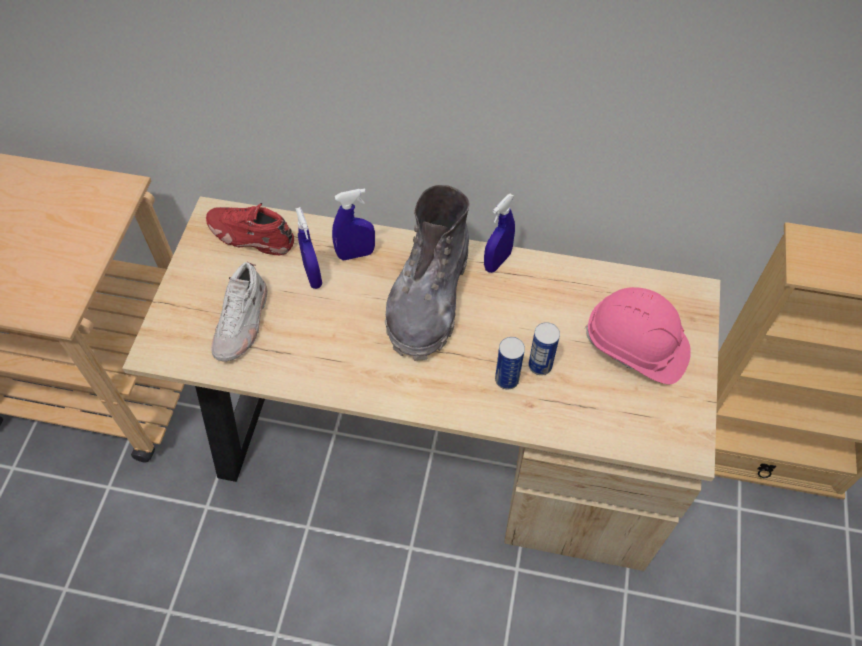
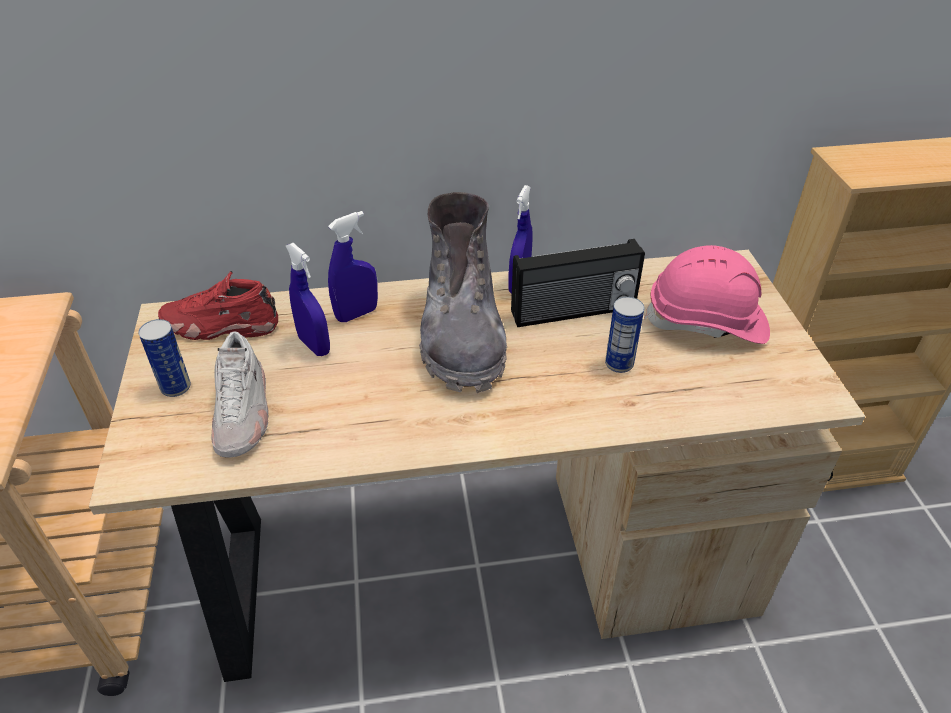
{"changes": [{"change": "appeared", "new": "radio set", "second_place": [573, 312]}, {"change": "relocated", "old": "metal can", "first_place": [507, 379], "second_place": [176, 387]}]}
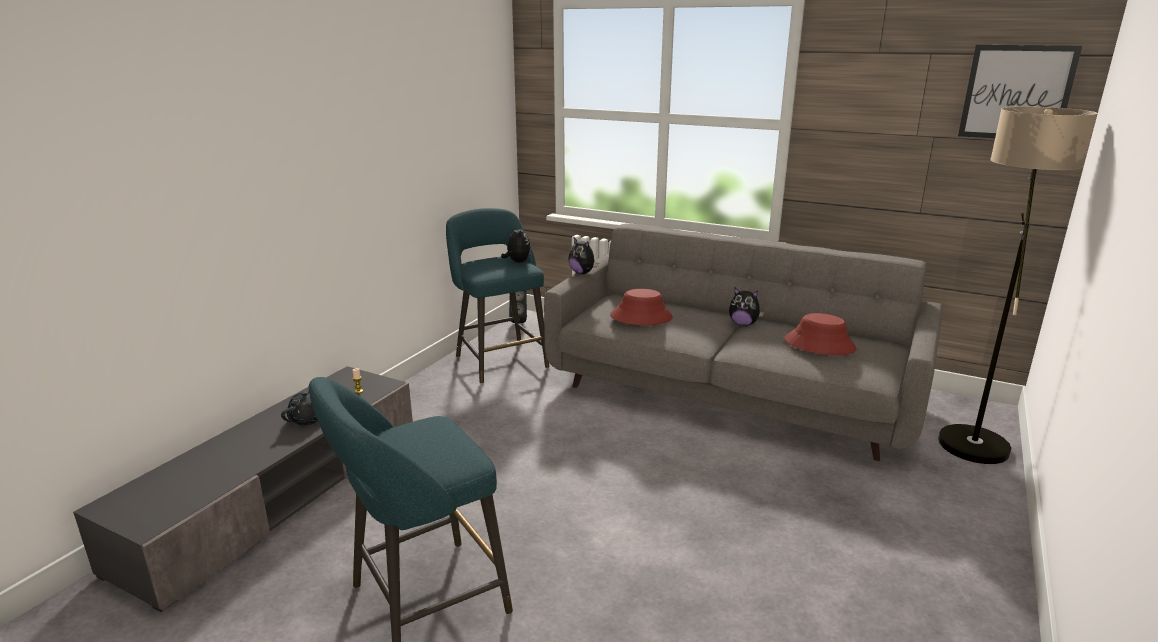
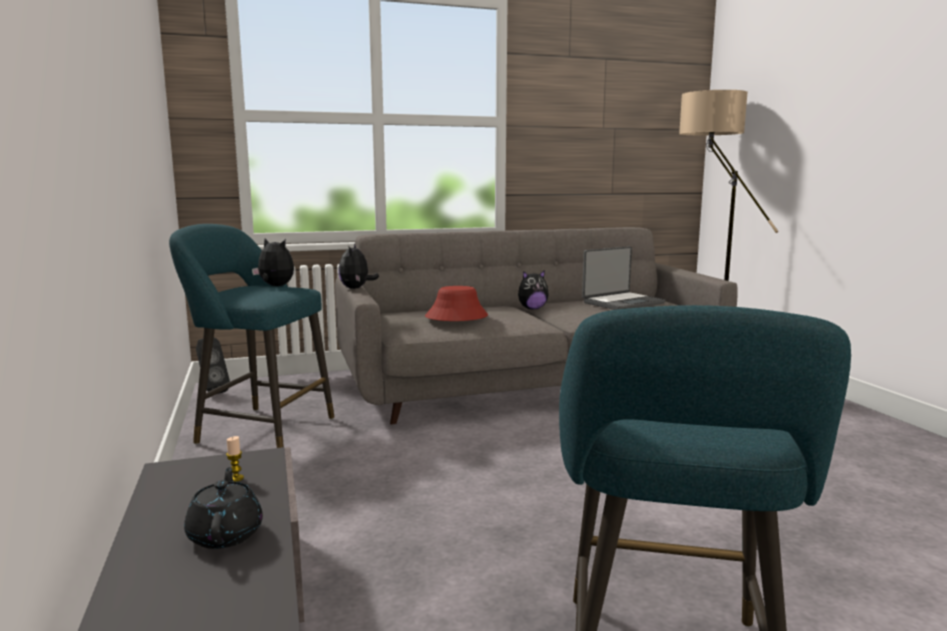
{"changes": [{"change": "missing", "old": "wall picture", "first_place": [1016, 93]}, {"change": "exchanged", "old": "red-coloured hat", "new": "notebook computer", "first_place": [819, 344], "second_place": [622, 303]}, {"change": "spun", "old": "soft toy", "first_place": [582, 273], "second_place": [356, 288], "degrees": 90}]}
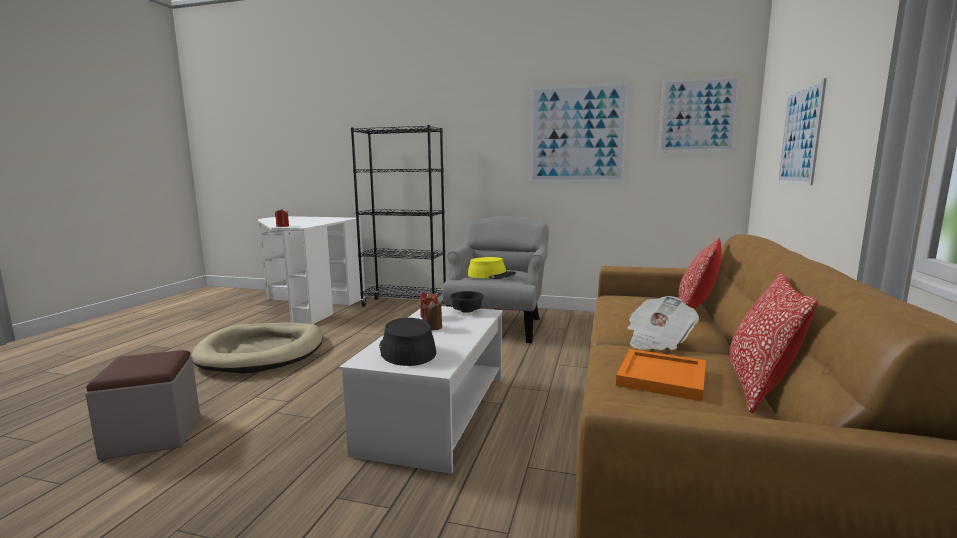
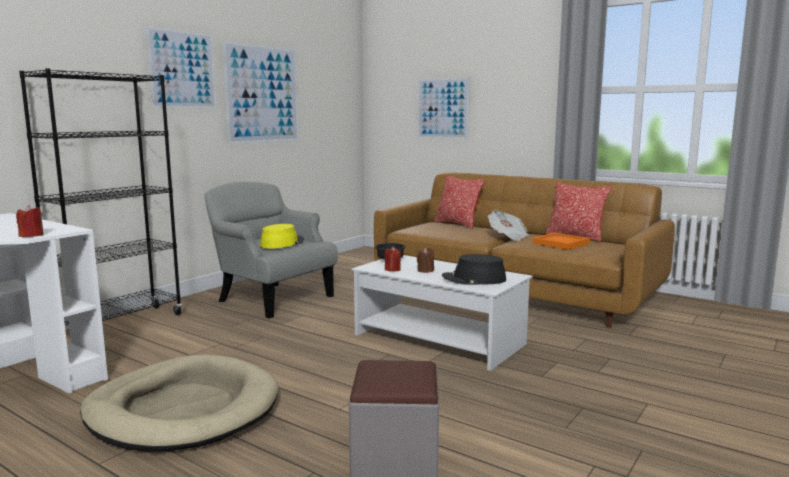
{"changes": [{"change": "relocated", "old": "wall picture", "first_place": [698, 115], "second_place": [182, 70]}]}
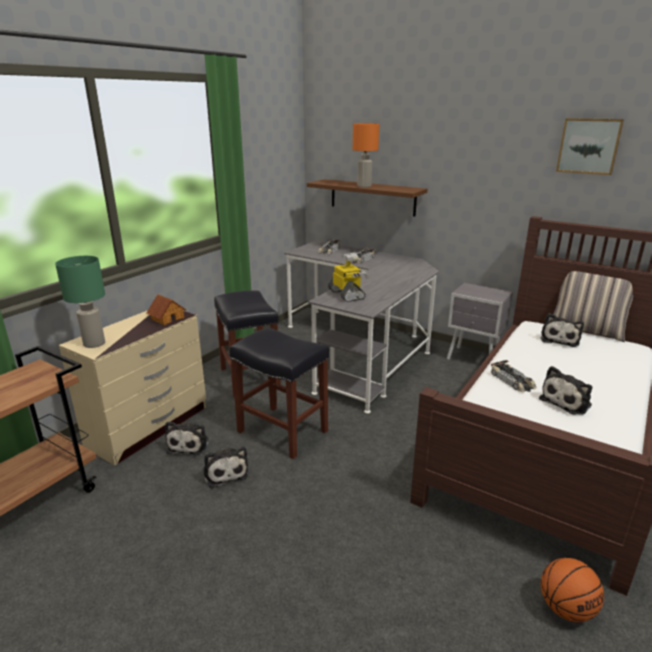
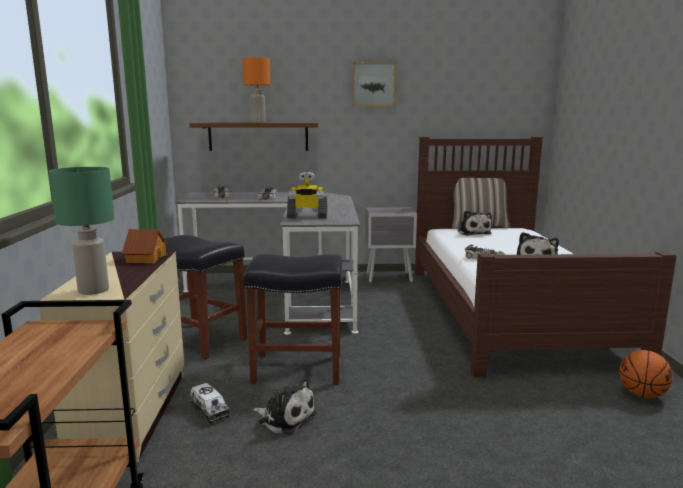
{"changes": [{"change": "relocated", "old": "wall picture", "first_place": [589, 146], "second_place": [373, 84]}, {"change": "exchanged", "old": "soft toy", "new": "toy truck", "first_place": [189, 444], "second_place": [209, 411]}, {"change": "spun", "old": "toy robot", "first_place": [347, 295], "second_place": [307, 216], "degrees": 150}]}
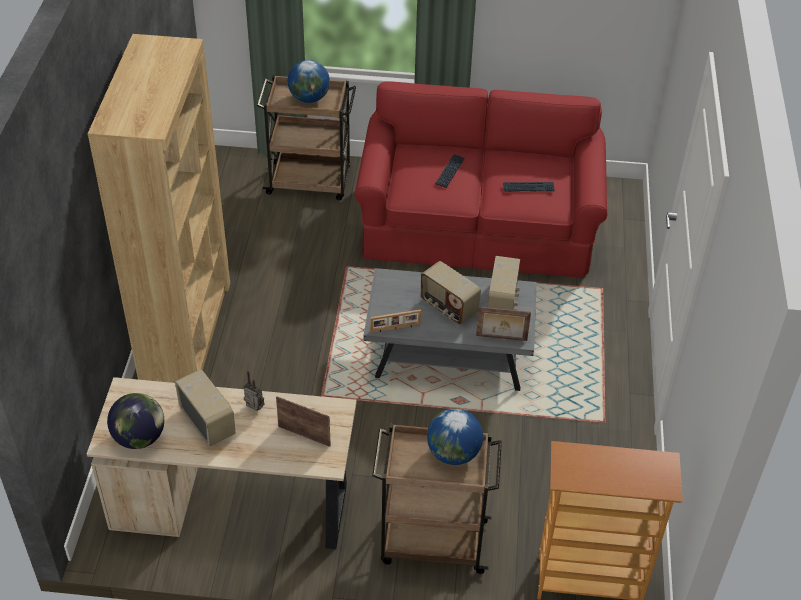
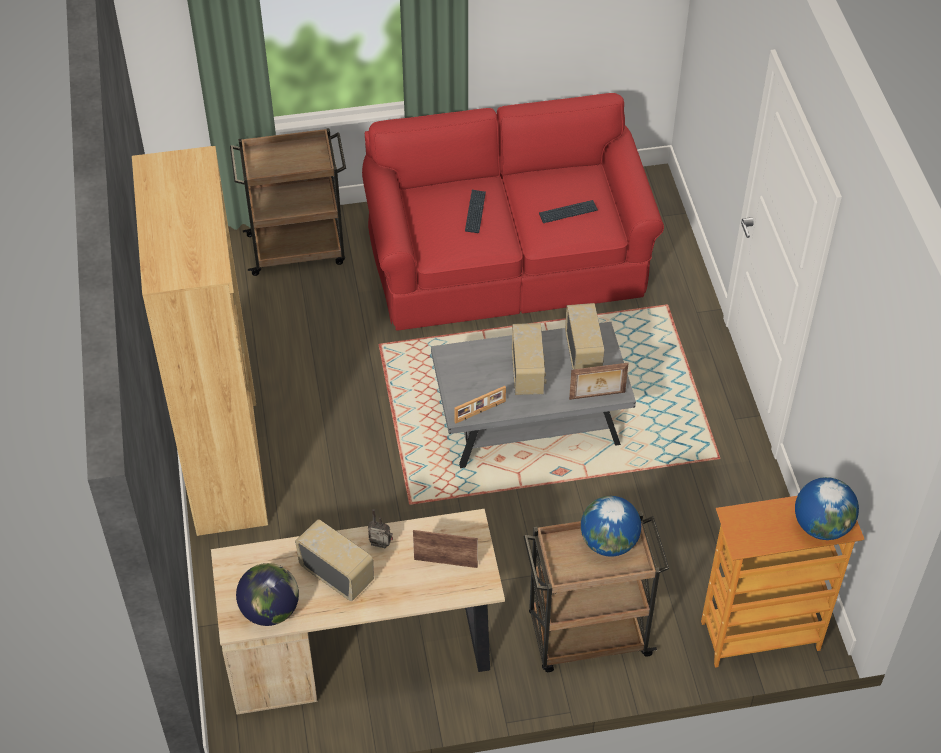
{"changes": [{"change": "relocated", "old": "globe", "first_place": [309, 98], "second_place": [821, 526]}, {"change": "spun", "old": "radio set", "first_place": [448, 307], "second_place": [528, 374], "degrees": -120}]}
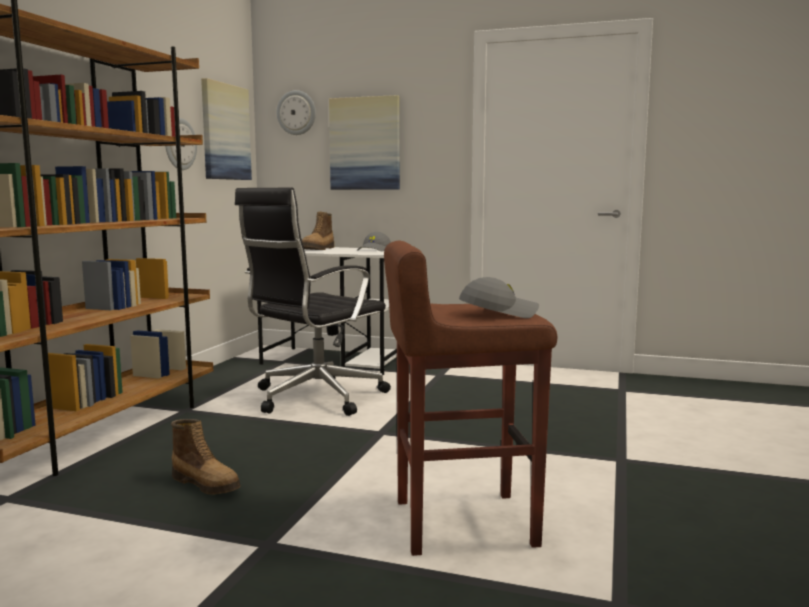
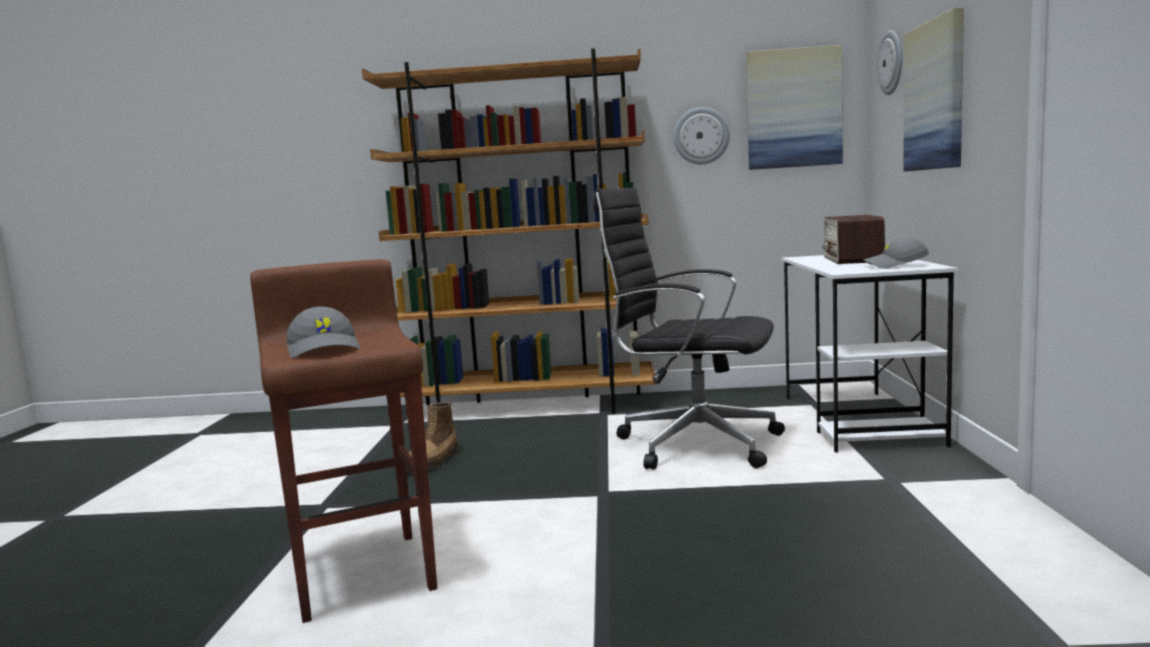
{"changes": [{"change": "exchanged", "old": "tall boot", "new": "radio set", "first_place": [319, 249], "second_place": [852, 259]}]}
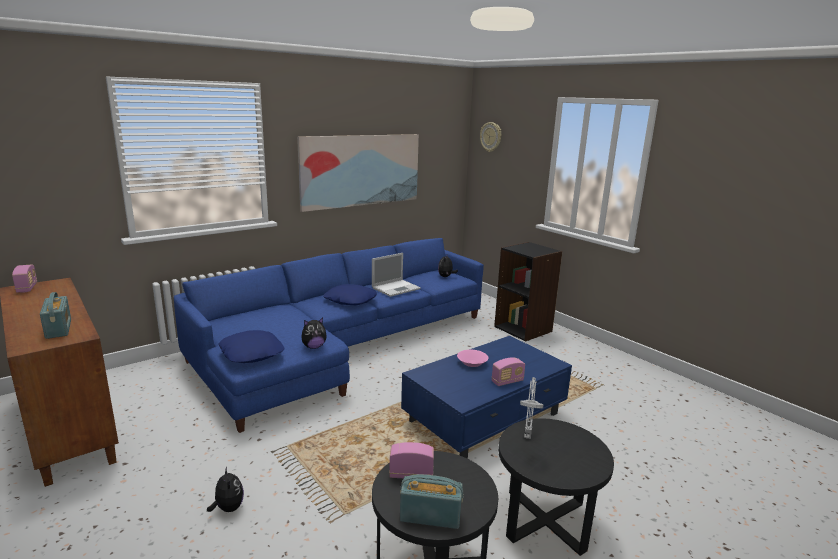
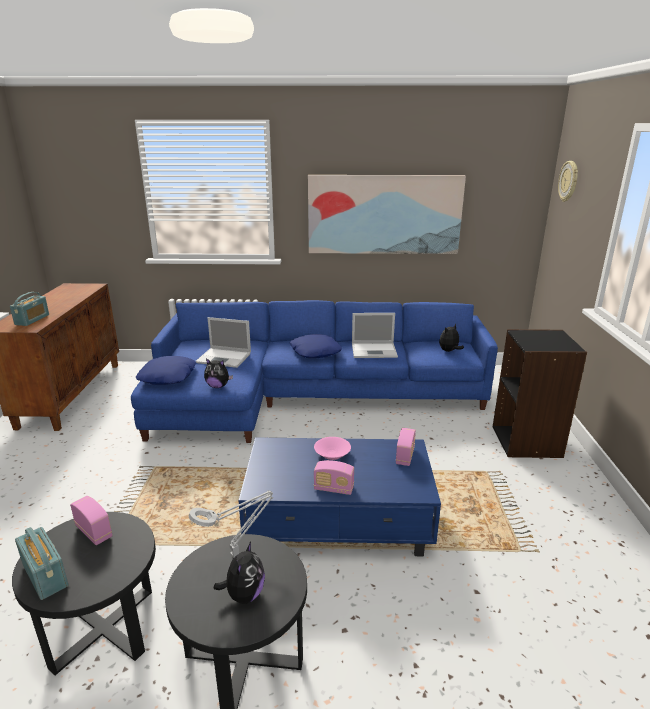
{"changes": [{"change": "appeared", "new": "notebook computer", "second_place": [224, 358]}, {"change": "relocated", "old": "radio set", "first_place": [27, 288], "second_place": [405, 456]}, {"change": "relocated", "old": "soft toy", "first_place": [228, 508], "second_place": [244, 594]}]}
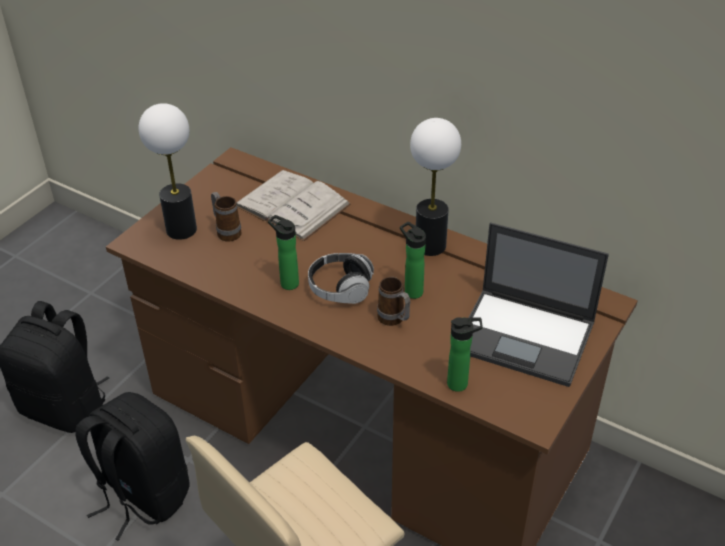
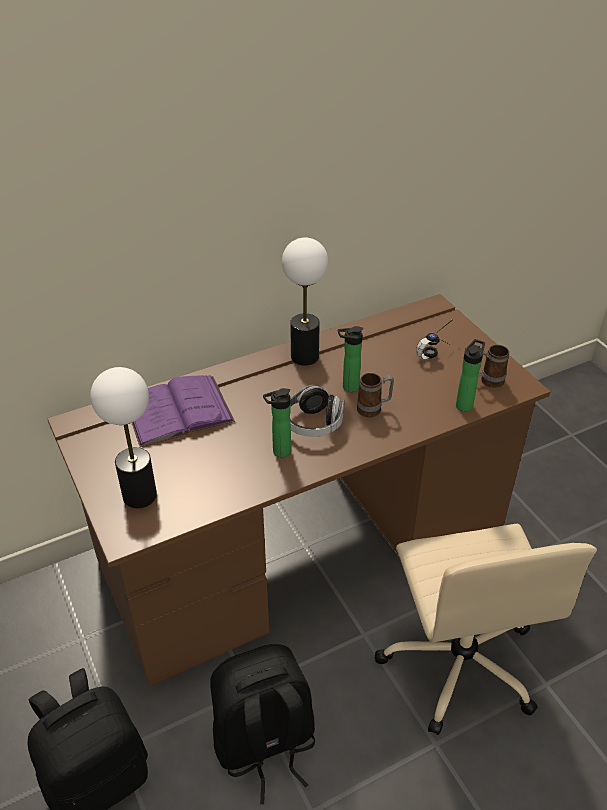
{"changes": [{"change": "relocated", "old": "tea mug", "first_place": [226, 231], "second_place": [487, 381]}, {"change": "exchanged", "old": "notebook computer", "new": "headphones", "first_place": [526, 337], "second_place": [440, 354]}, {"change": "colour", "old": "white book", "new": "purple-coloured book", "first_place": [292, 205], "second_place": [178, 410]}]}
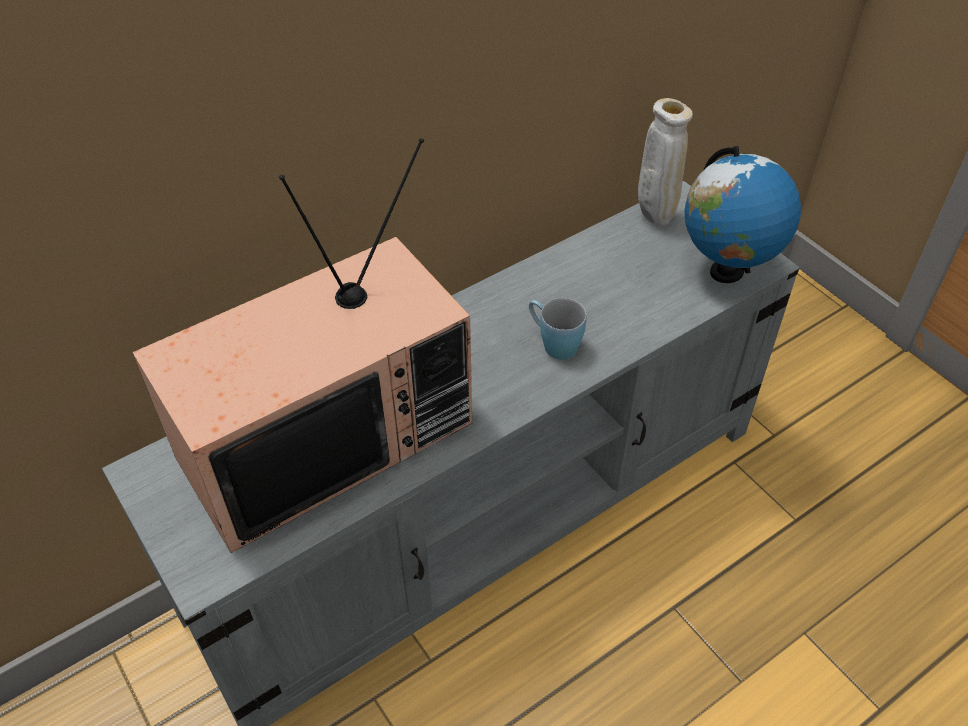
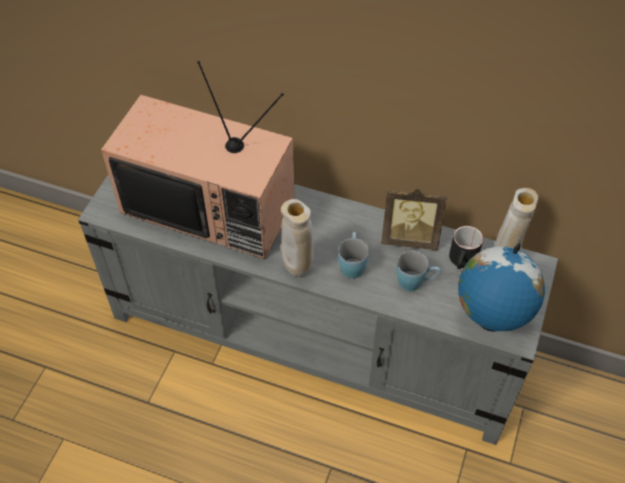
{"changes": [{"change": "appeared", "new": "beige-coloured vase", "second_place": [298, 268]}, {"change": "appeared", "new": "photo frame", "second_place": [410, 238]}, {"change": "appeared", "new": "blue-coloured tea mug", "second_place": [416, 282]}, {"change": "appeared", "new": "black-coloured tea mug", "second_place": [462, 261]}]}
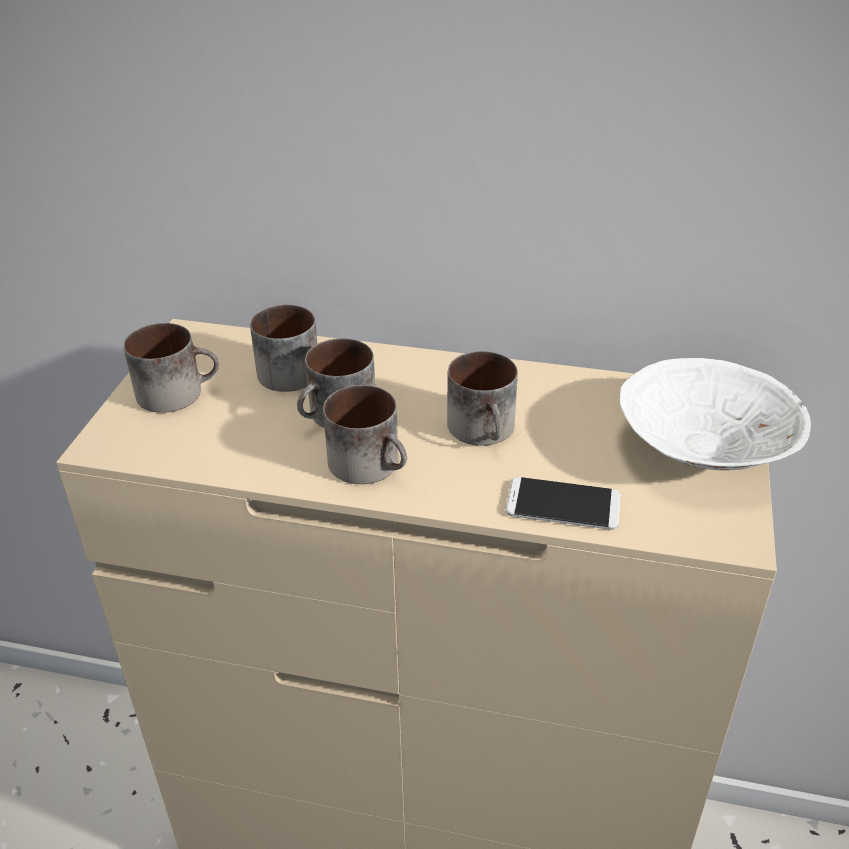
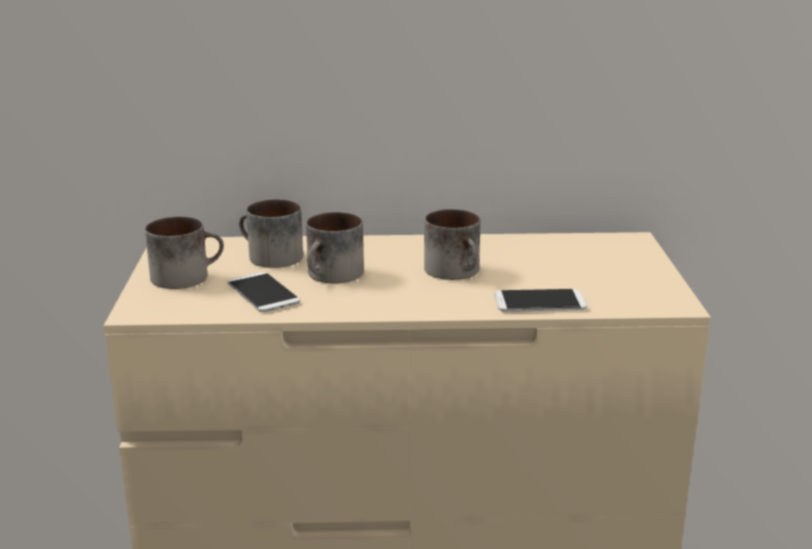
{"changes": [{"change": "missing", "old": "tea mug", "first_place": [372, 464]}, {"change": "missing", "old": "white deep dish", "first_place": [706, 448]}, {"change": "appeared", "new": "phone", "second_place": [263, 293]}]}
